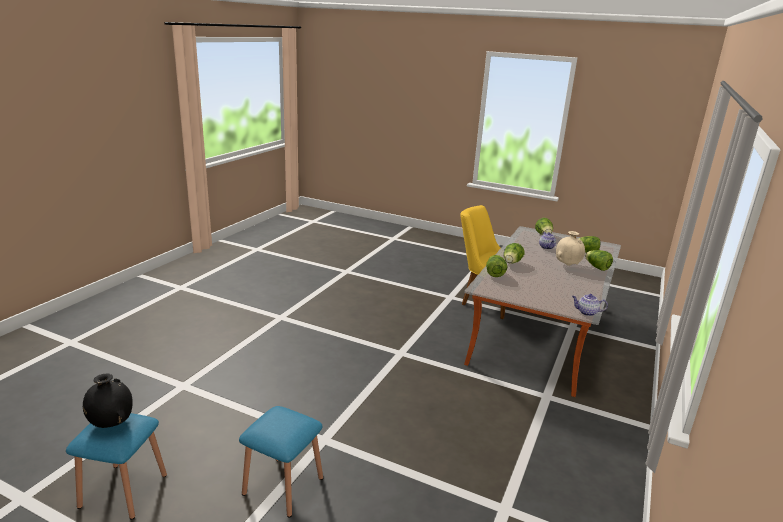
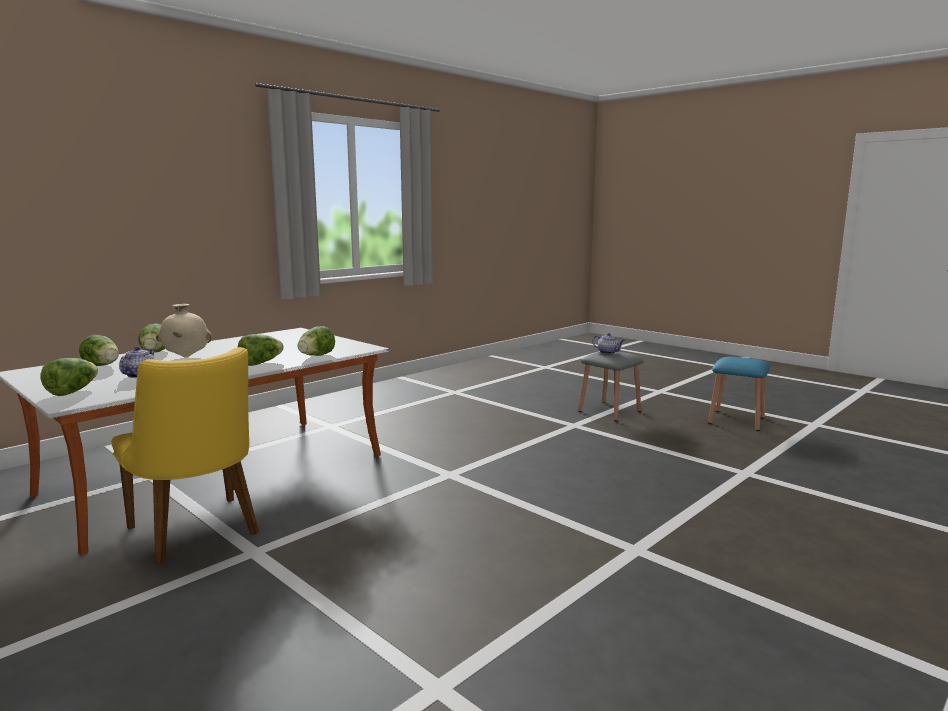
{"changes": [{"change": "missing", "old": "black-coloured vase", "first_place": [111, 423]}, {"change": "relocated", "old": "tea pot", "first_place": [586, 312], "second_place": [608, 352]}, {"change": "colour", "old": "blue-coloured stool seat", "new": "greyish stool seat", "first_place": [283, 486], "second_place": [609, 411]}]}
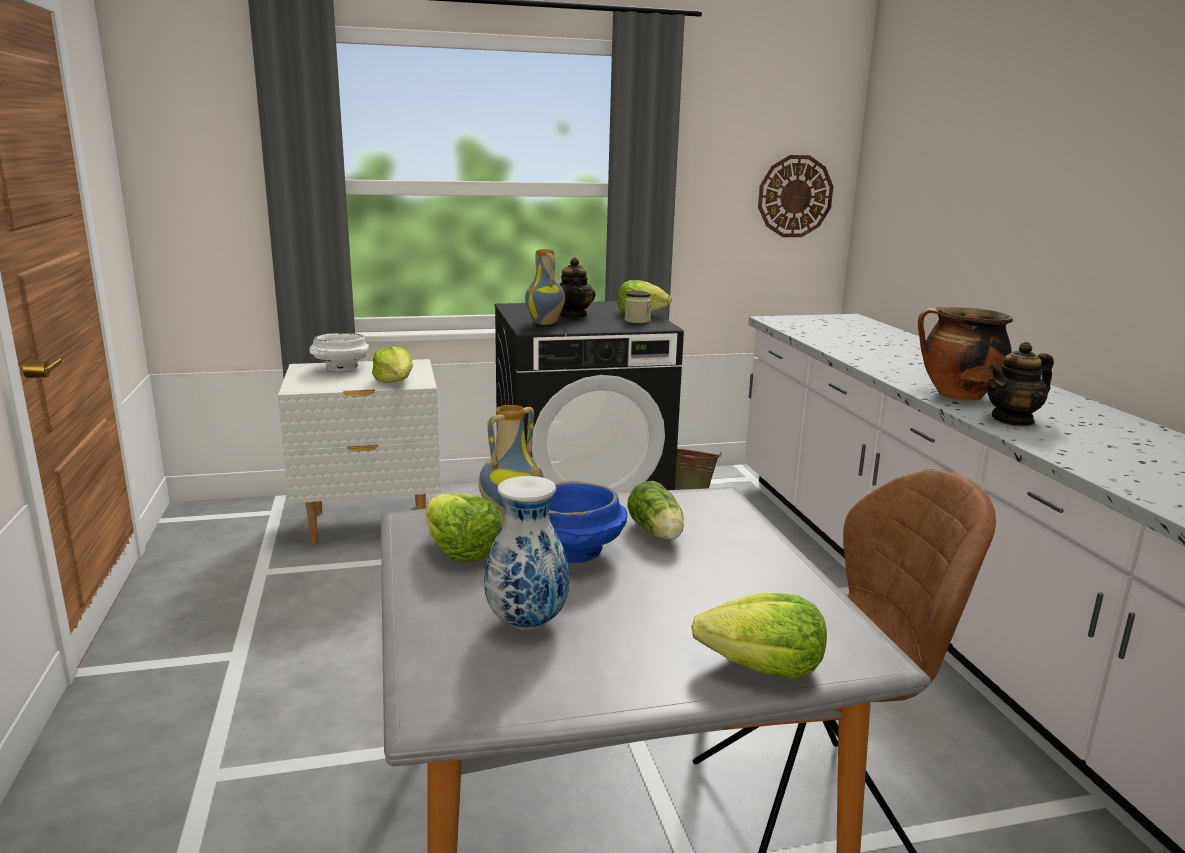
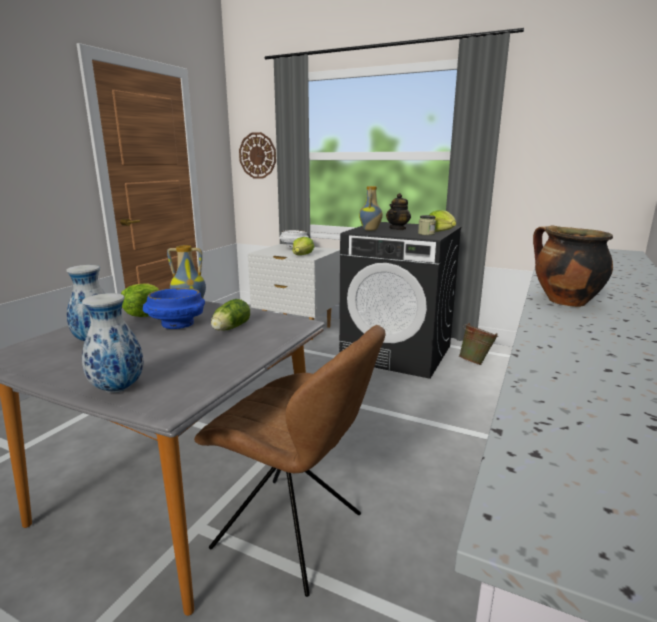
{"changes": [{"change": "missing", "old": "tea pot", "first_place": [1013, 419]}, {"change": "relocated", "old": "clock on the wall", "first_place": [795, 196], "second_place": [257, 155]}, {"change": "exchanged", "old": "lettuce head", "new": "vase", "first_place": [763, 667], "second_place": [117, 389]}]}
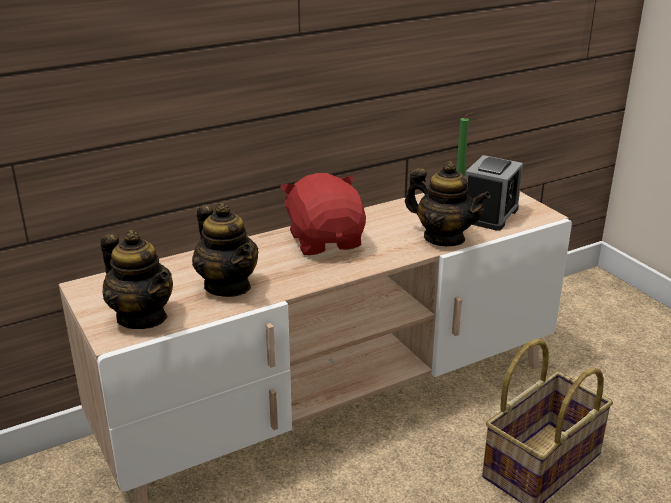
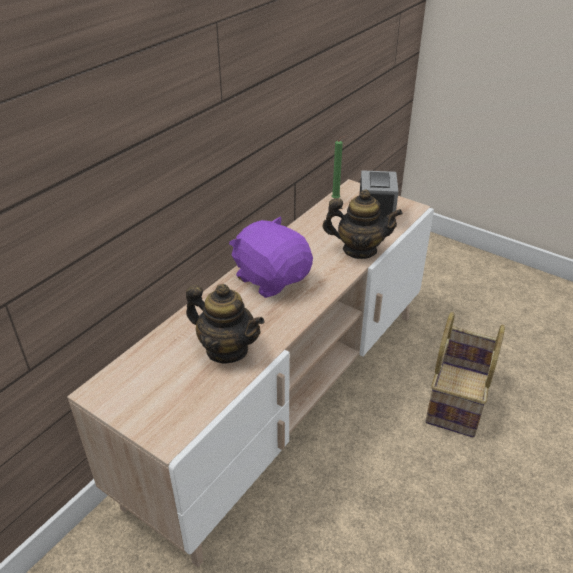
{"changes": [{"change": "missing", "old": "tea pot", "first_place": [142, 317]}, {"change": "colour", "old": "red-coloured soft toy", "new": "purple-coloured soft toy", "first_place": [326, 241], "second_place": [272, 278]}]}
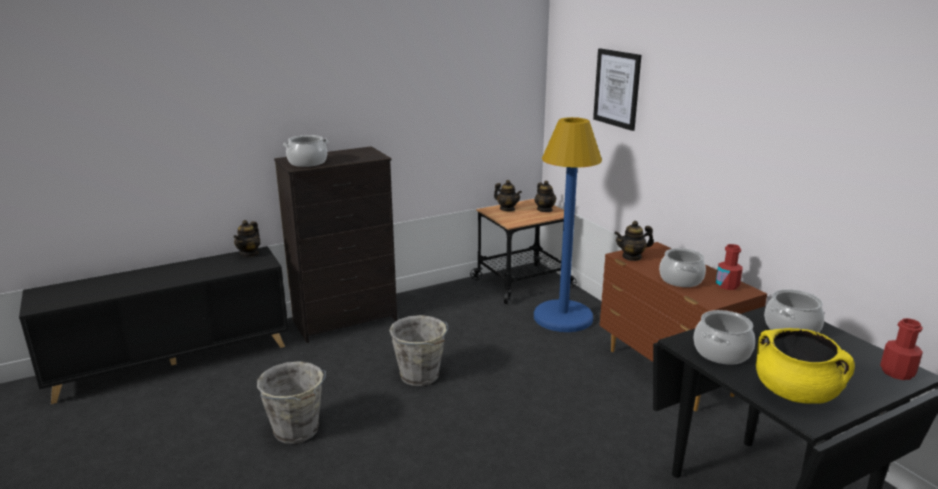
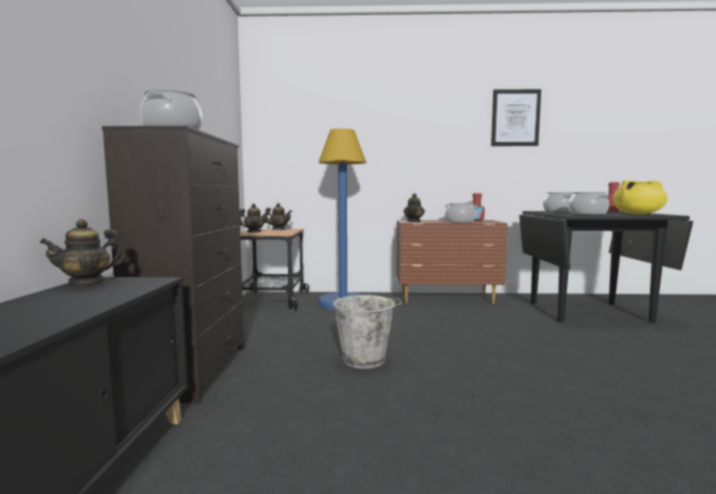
{"changes": [{"change": "missing", "old": "greyish pail", "first_place": [297, 431]}, {"change": "relocated", "old": "wall picture", "first_place": [617, 88], "second_place": [515, 118]}, {"change": "spun", "old": "tea pot", "first_place": [249, 253], "second_place": [87, 283], "degrees": 90}]}
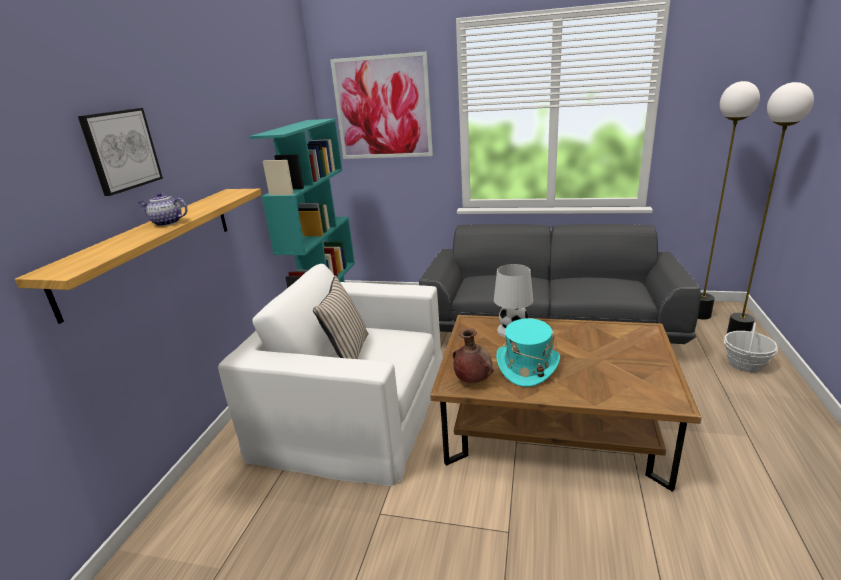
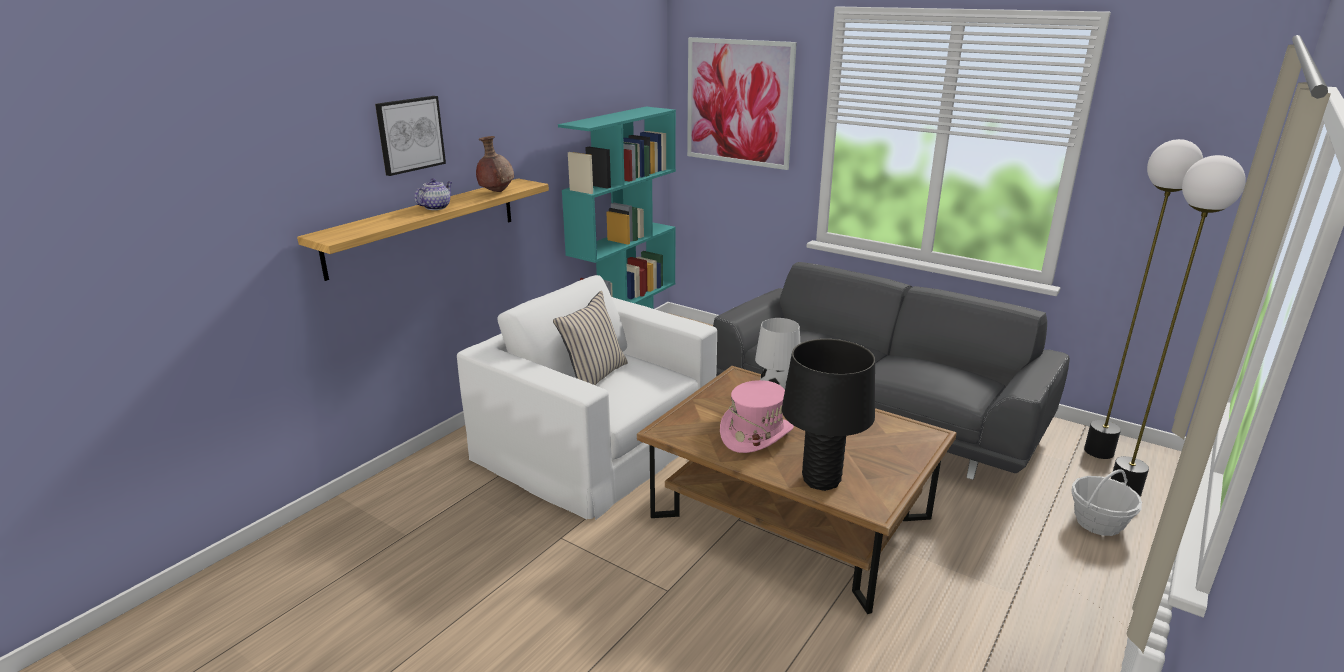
{"changes": [{"change": "appeared", "new": "black-coloured table lamp", "second_place": [821, 480]}, {"change": "relocated", "old": "brown vase", "first_place": [472, 380], "second_place": [496, 192]}, {"change": "colour", "old": "turquoise hat", "new": "pink-coloured hat", "first_place": [527, 366], "second_place": [756, 434]}, {"change": "spun", "old": "tea pot", "first_place": [166, 223], "second_place": [436, 207], "degrees": 90}]}
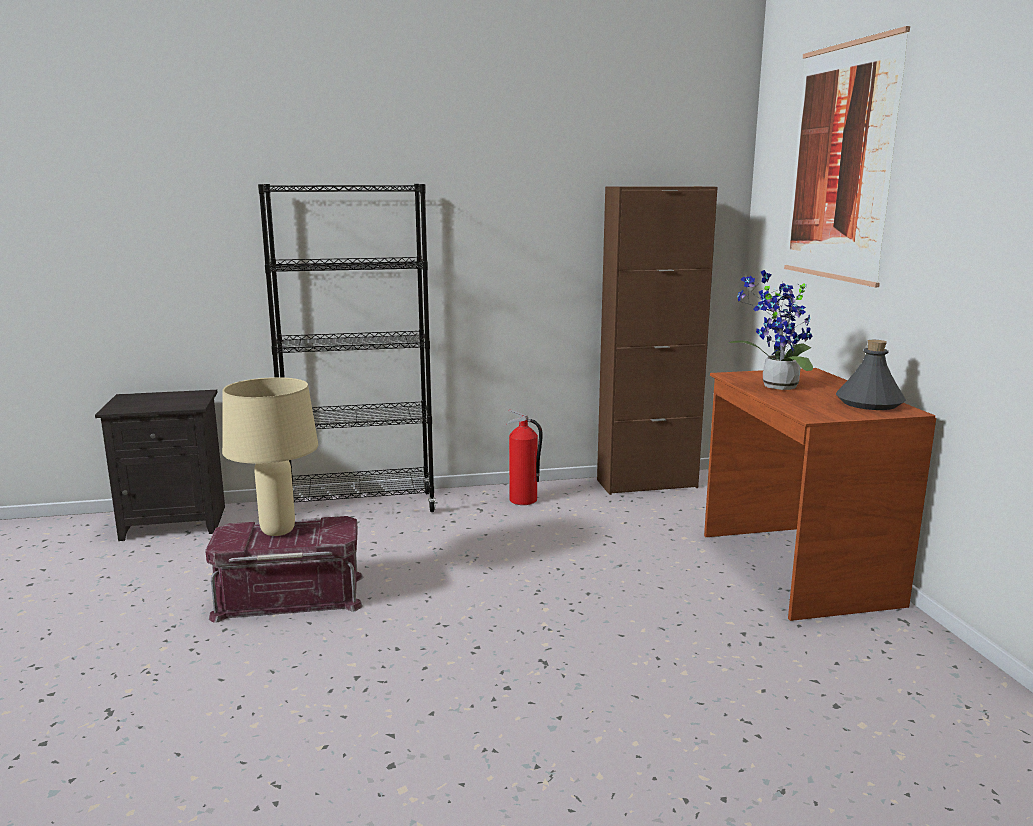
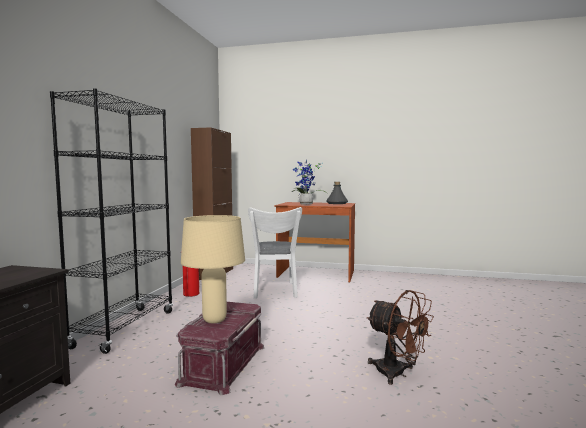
{"changes": [{"change": "missing", "old": "wall picture", "first_place": [840, 162]}, {"change": "appeared", "new": "white upright chair", "second_place": [274, 291]}, {"change": "appeared", "new": "brown fan", "second_place": [397, 374]}]}
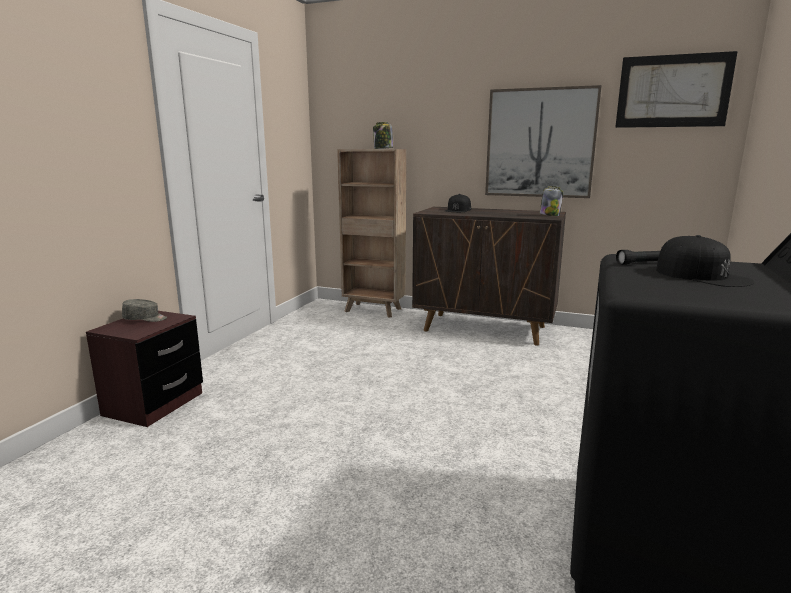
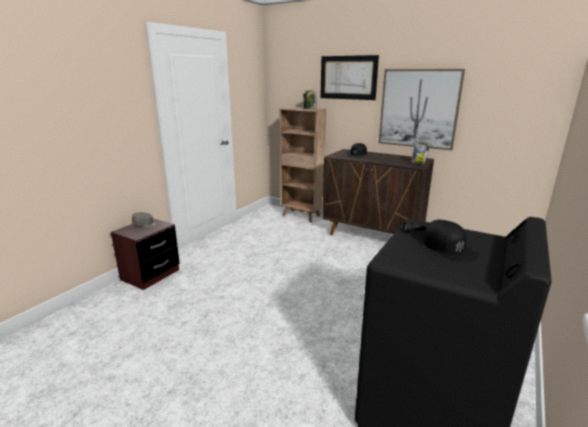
{"changes": [{"change": "relocated", "old": "wall picture", "first_place": [673, 91], "second_place": [348, 77]}]}
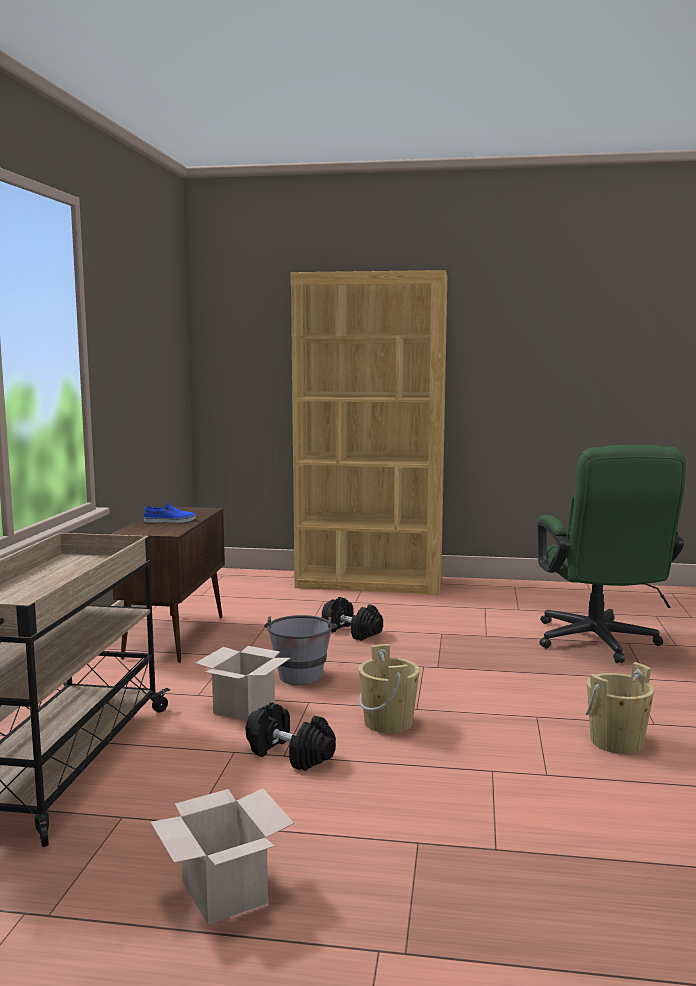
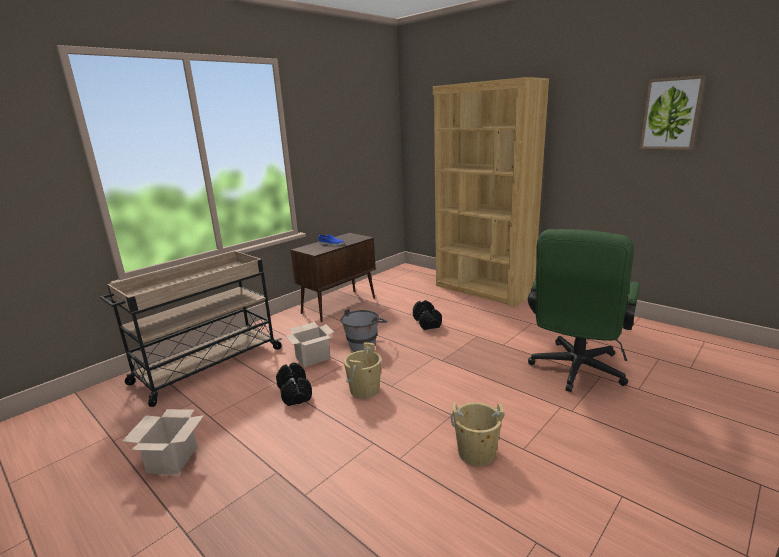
{"changes": [{"change": "appeared", "new": "wall picture", "second_place": [671, 114]}]}
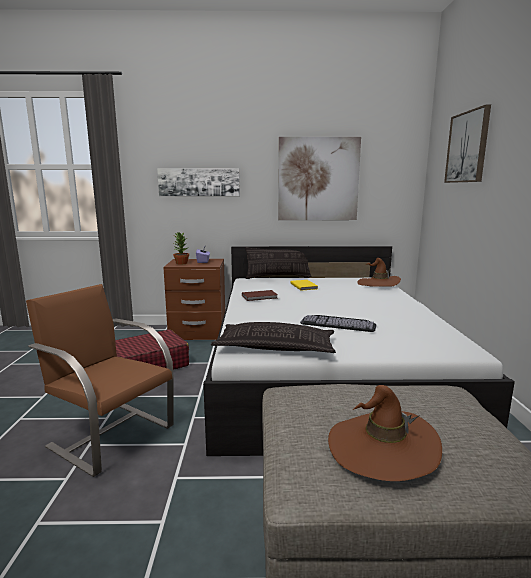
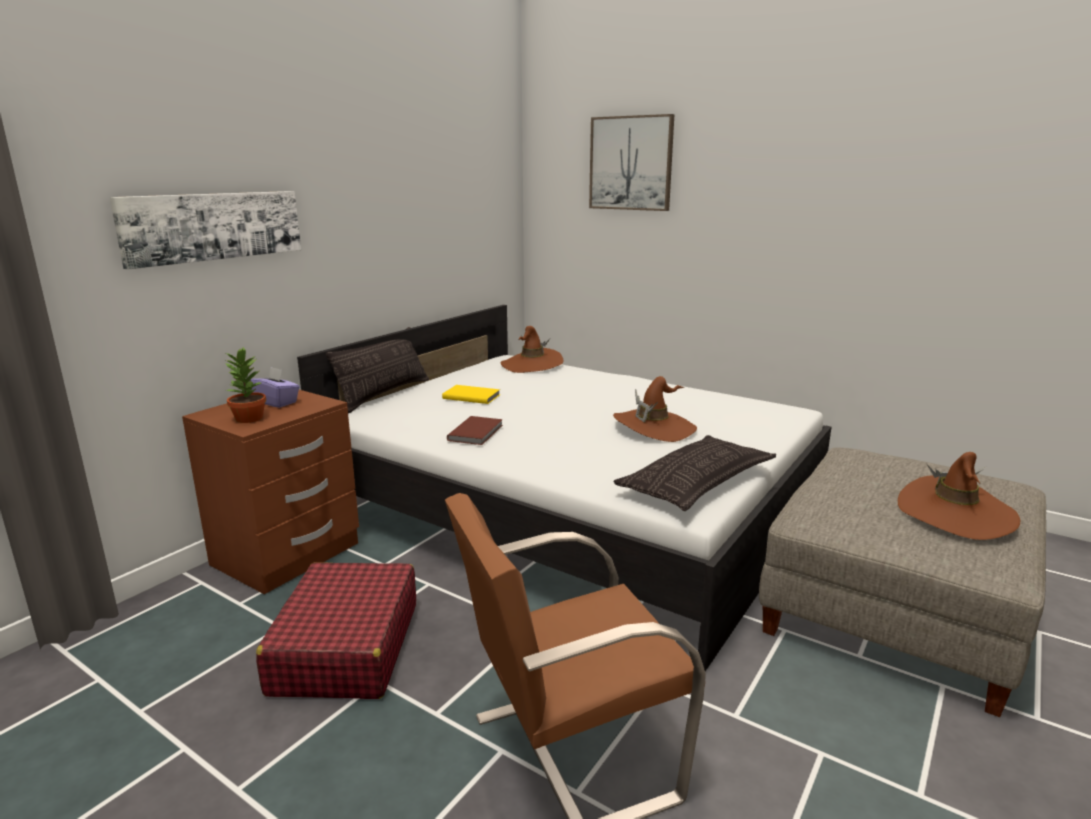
{"changes": [{"change": "missing", "old": "wall picture", "first_place": [318, 179]}, {"change": "exchanged", "old": "keyboard", "new": "brown hat", "first_place": [339, 323], "second_place": [654, 428]}]}
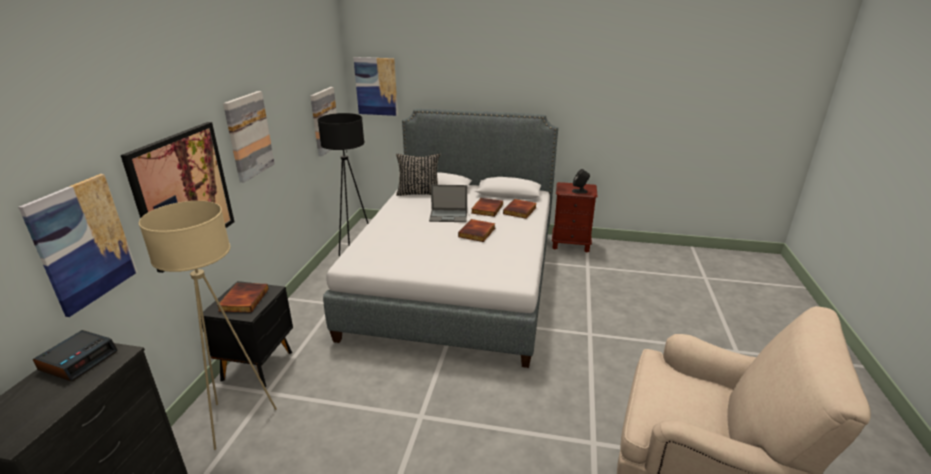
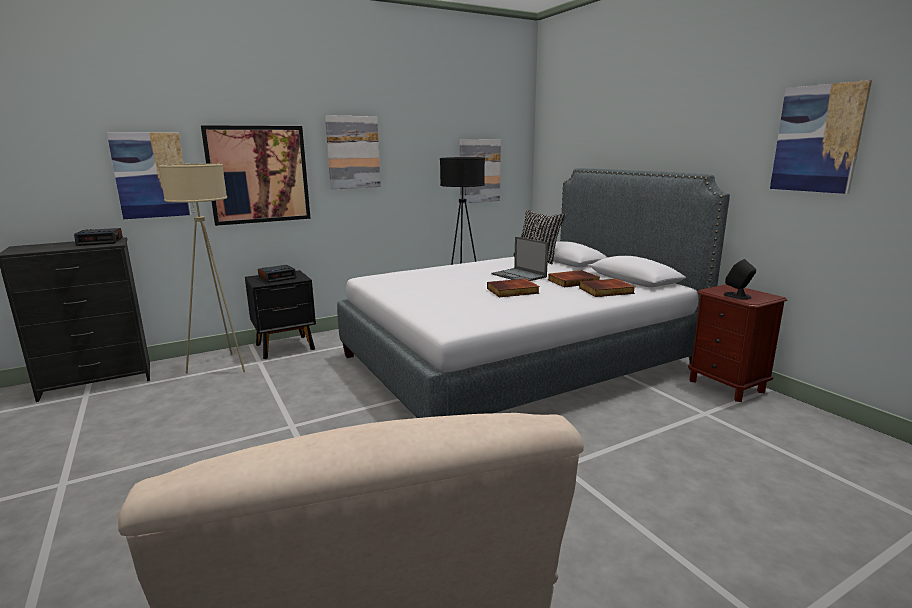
{"changes": [{"change": "relocated", "old": "wall picture", "first_place": [376, 86], "second_place": [817, 139]}, {"change": "exchanged", "old": "book", "new": "table clock", "first_place": [243, 299], "second_place": [277, 277]}]}
